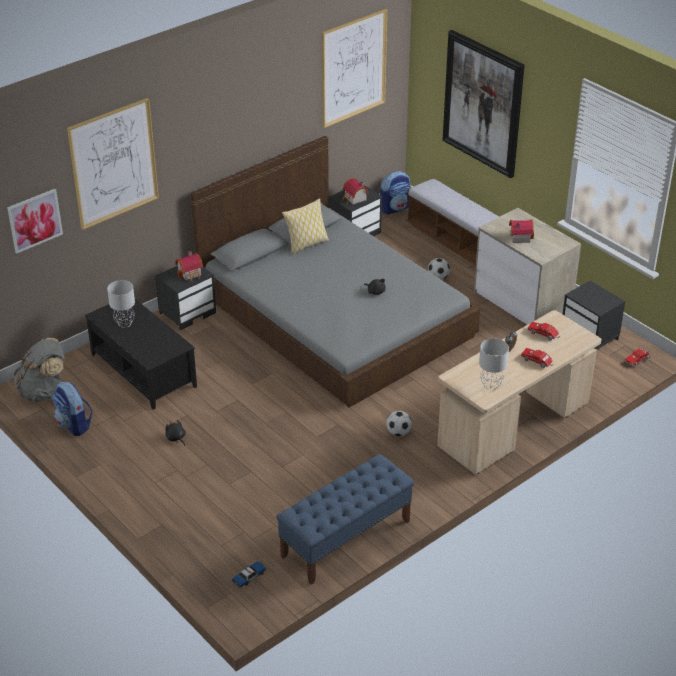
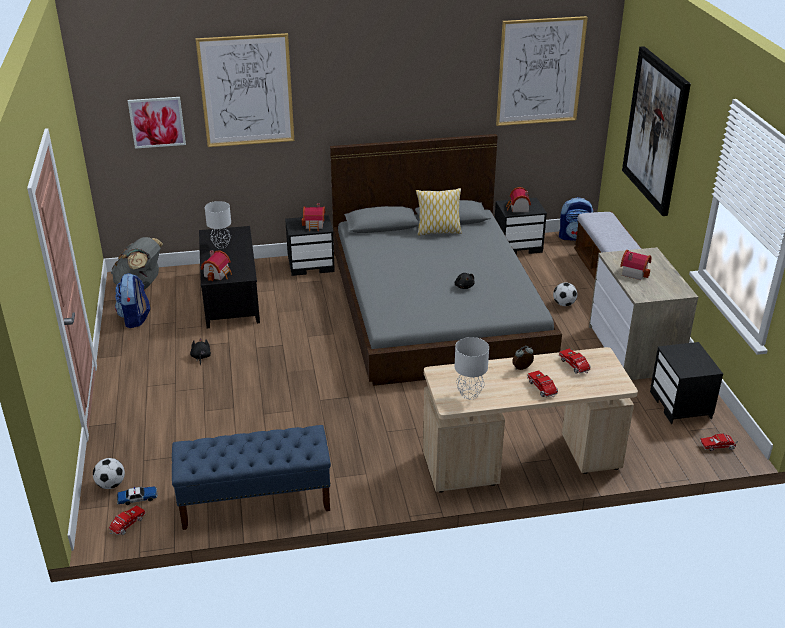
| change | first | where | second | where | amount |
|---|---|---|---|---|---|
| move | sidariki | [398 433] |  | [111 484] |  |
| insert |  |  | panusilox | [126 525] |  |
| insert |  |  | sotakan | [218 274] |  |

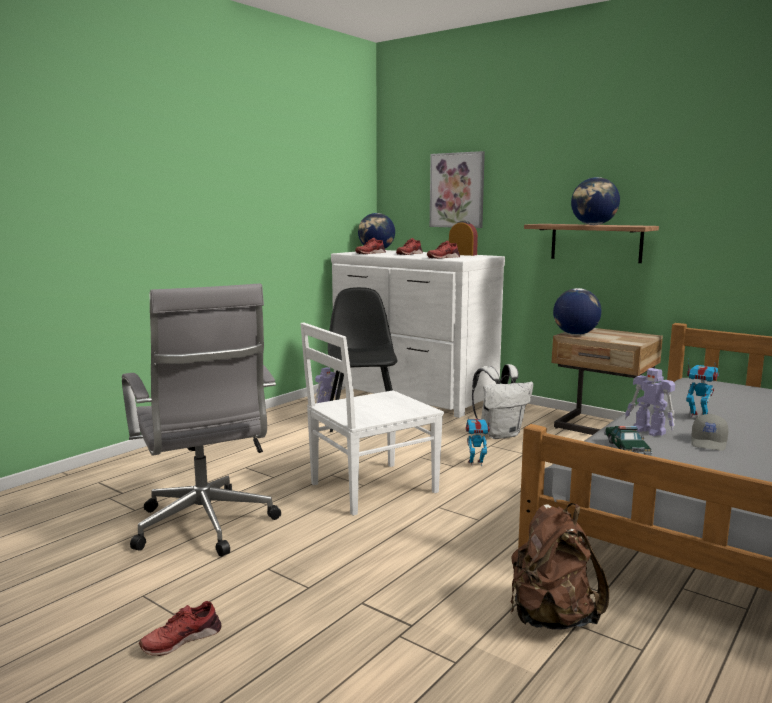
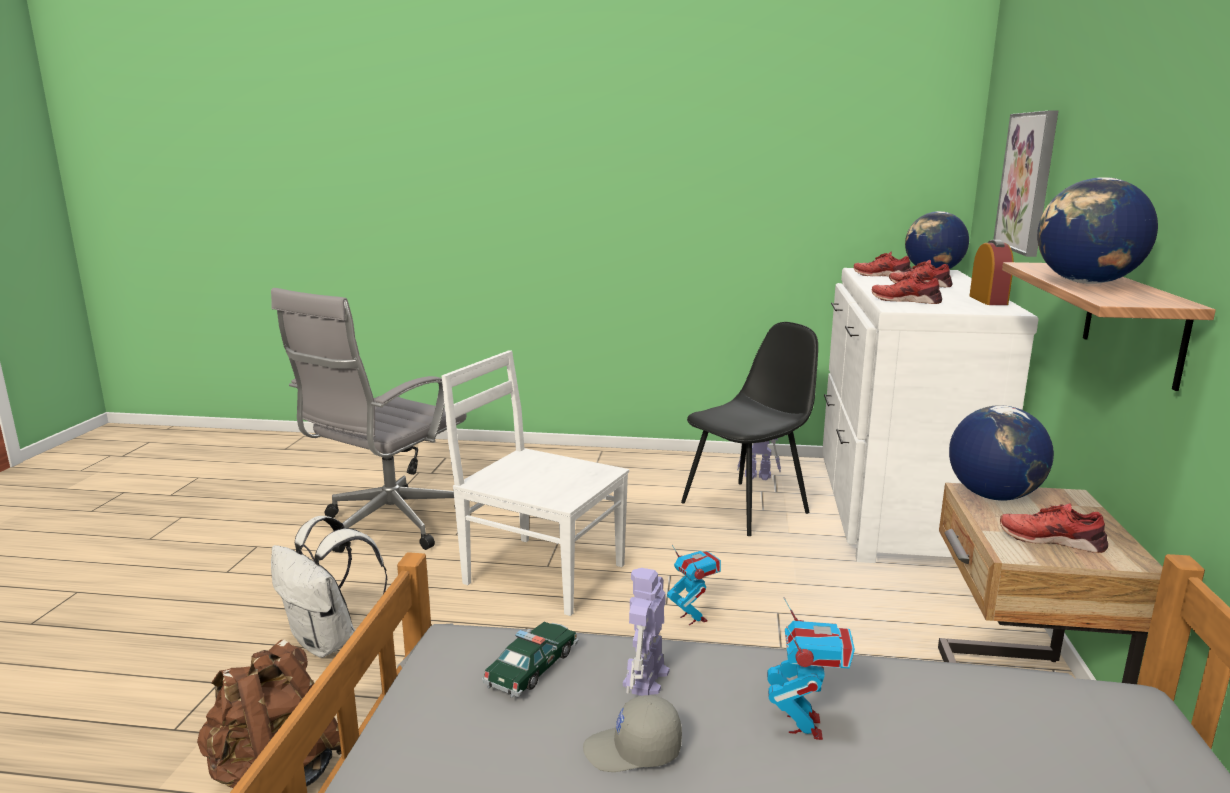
| change | first | where | second | where | amount |
|---|---|---|---|---|---|
| move | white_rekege | [500 434] |  | [330 642] |  |
| rotate | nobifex | [626 448] |  | [532 668] | 150 degrees clockwise |
| move | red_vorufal | [181 639] |  | [1051 539] |  |

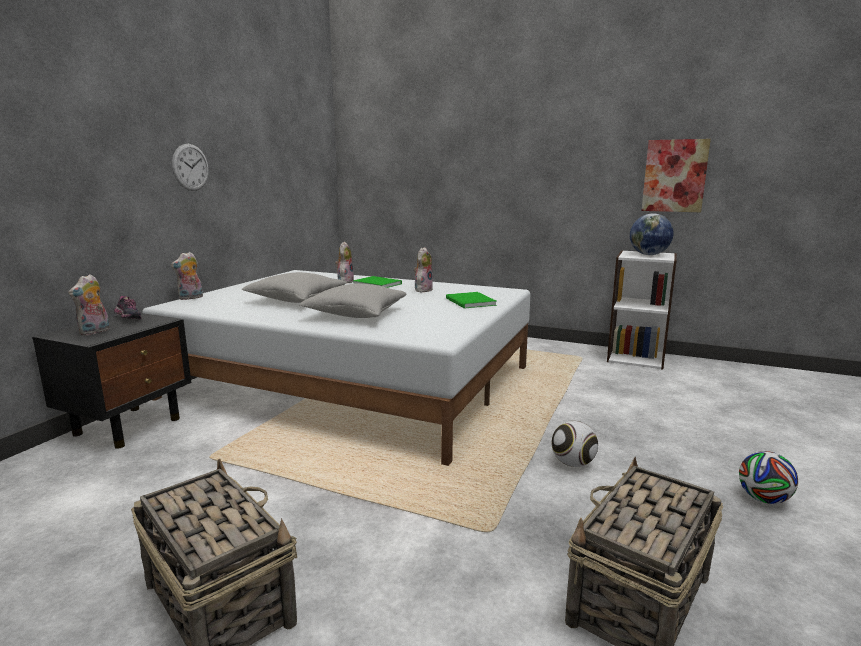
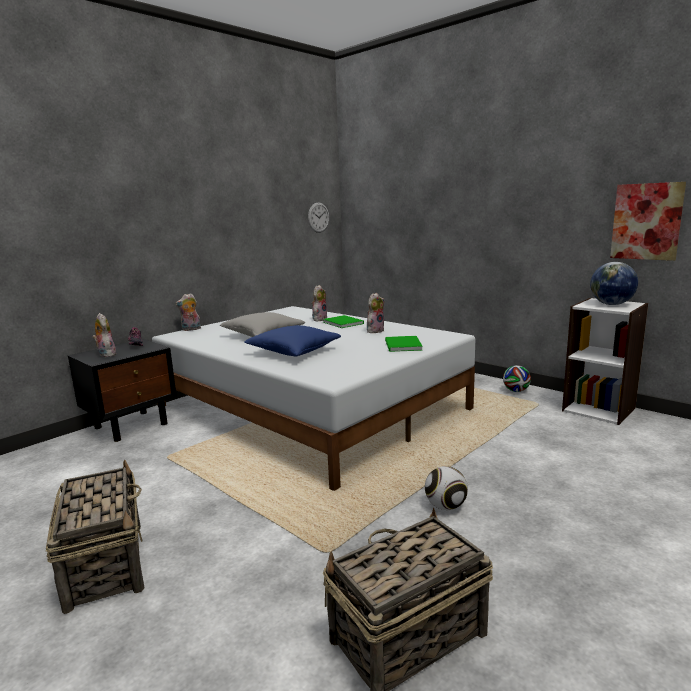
| change | first | where | second | where | amount |
|---|---|---|---|---|---|
| rotate | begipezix | [95 332] |  | [105 354] | 105 degrees clockwise |
| recolor | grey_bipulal | [356 314] | blue_bipulal | [294 352] |  |
| move | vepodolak | [190 167] |  | [318 217] |  |
| move | sidariki | [763 499] |  | [516 391] |  |

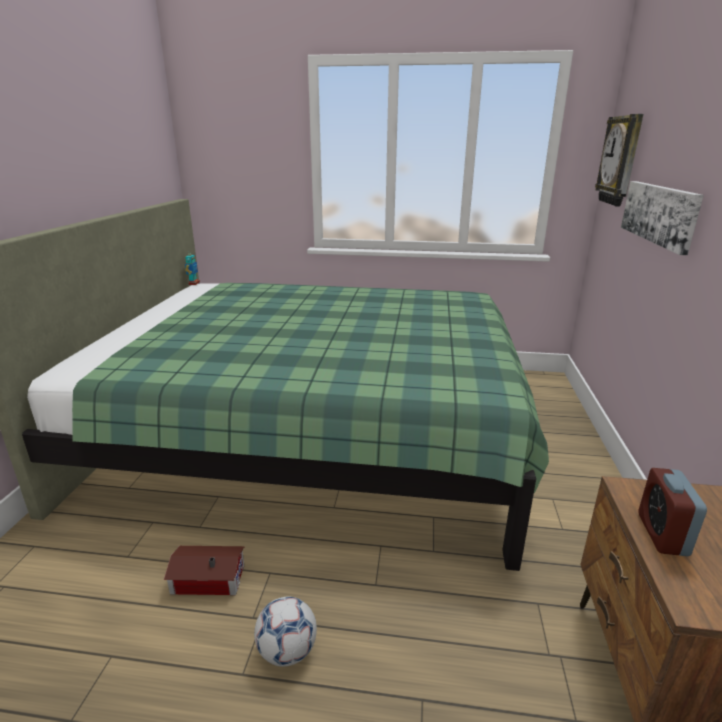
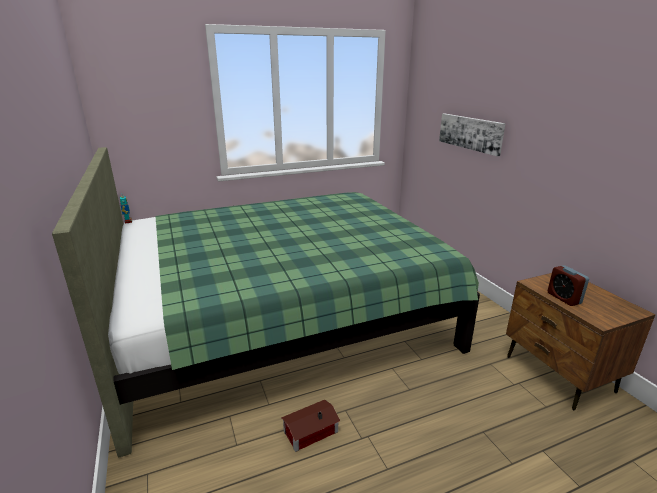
| change | first | where | second | where | amount |
|---|---|---|---|---|---|
| delete | sidariki | [287 651] |  |  |  |
| delete | vepodolak | [621 160] |  |  |  |

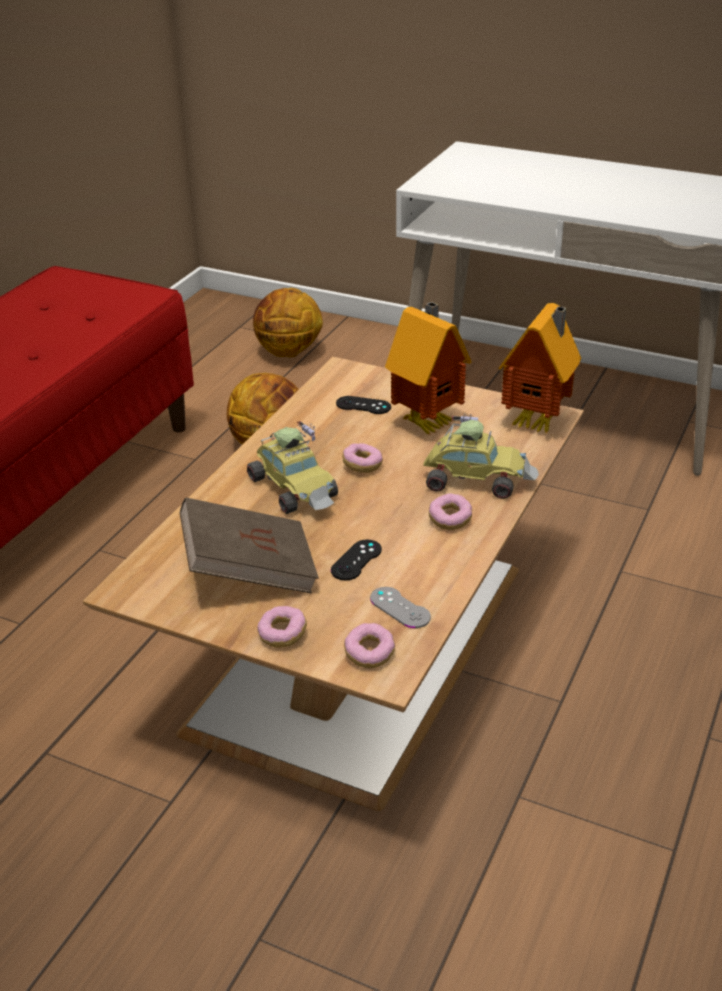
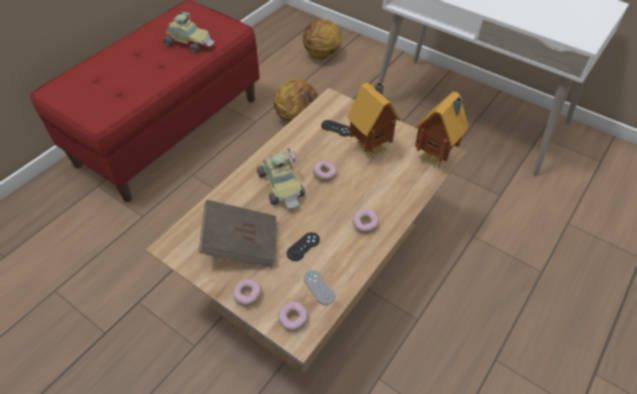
| change | first | where | second | where | amount |
|---|---|---|---|---|---|
| move | nobifex | [475 478] |  | [189 42] |  |

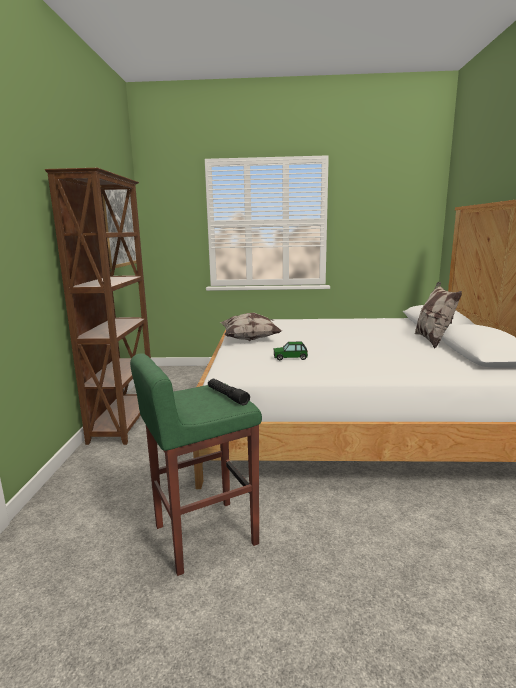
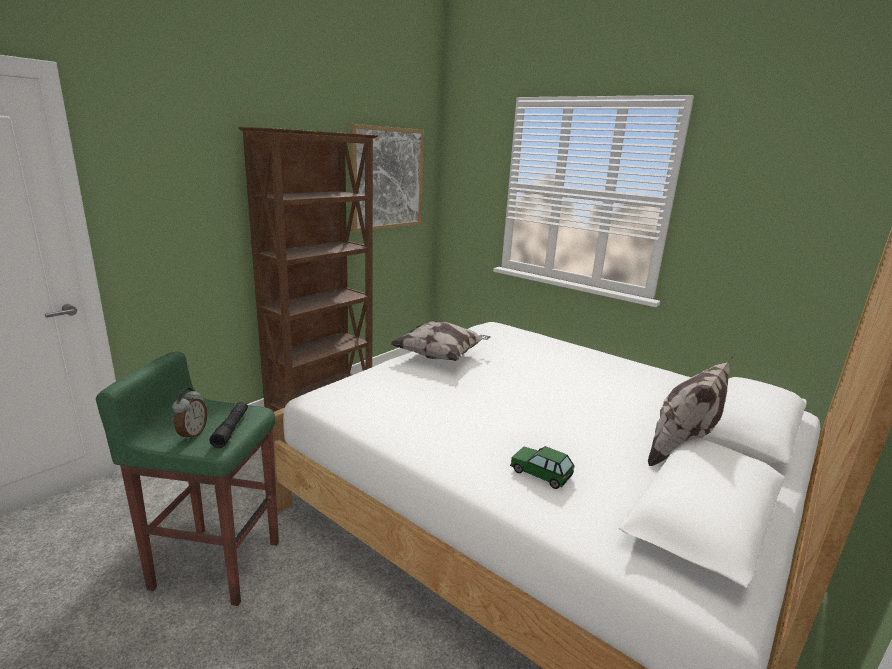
| change | first | where | second | where | amount |
|---|---|---|---|---|---|
| insert |  |  | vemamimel | [192 434] |  |
| move | nobifex | [290 357] |  | [541 473] |  |

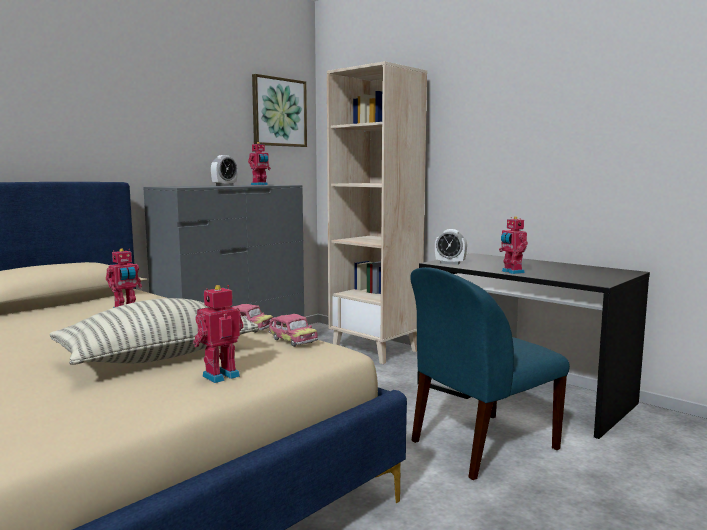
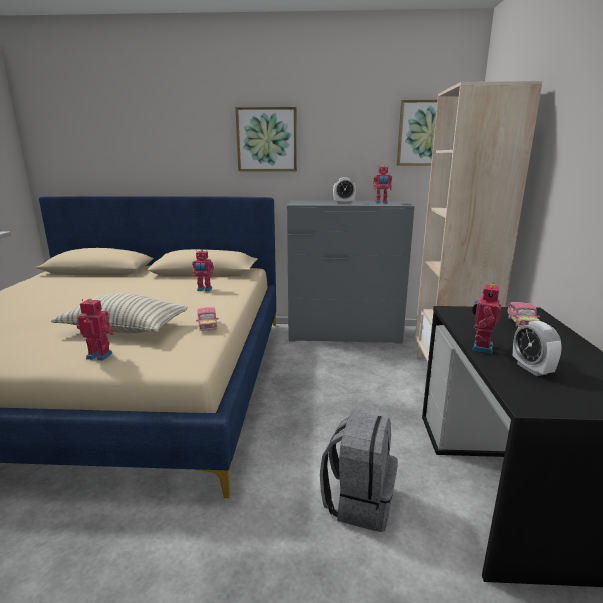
| change | first | where | second | where | amount |
|---|---|---|---|---|---|
| insert |  |  | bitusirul | [267 139] |  |
| replace | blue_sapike | [481 446] | grey_rekege | [359 501] |  |
| move | nobifex | [292 341] |  | [521 323] |  |
| move | vemamimel | [450 263] |  | [531 369] |  |

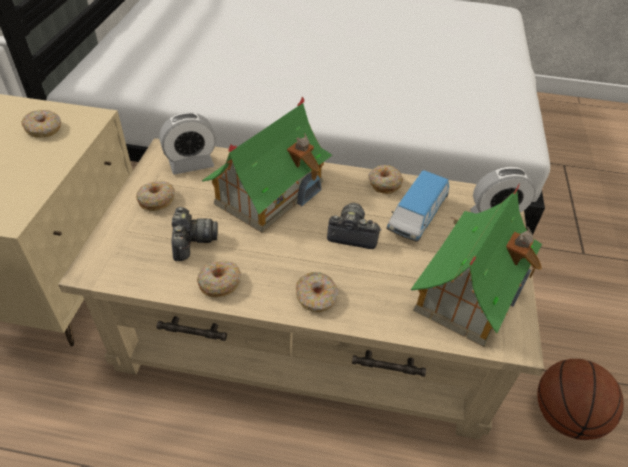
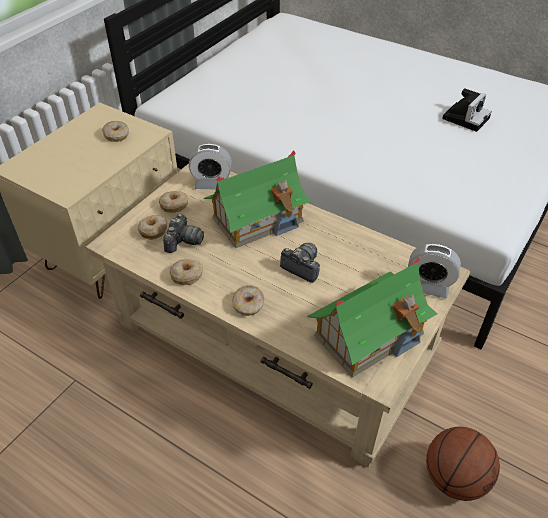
| change | first | where | second | where | amount |
|---|---|---|---|---|---|
| move | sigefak | [384 183] |  | [153 230] |  |
| insert |  |  | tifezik | [466 117] |  |
| delete | nobifex | [416 217] |  |  |  |

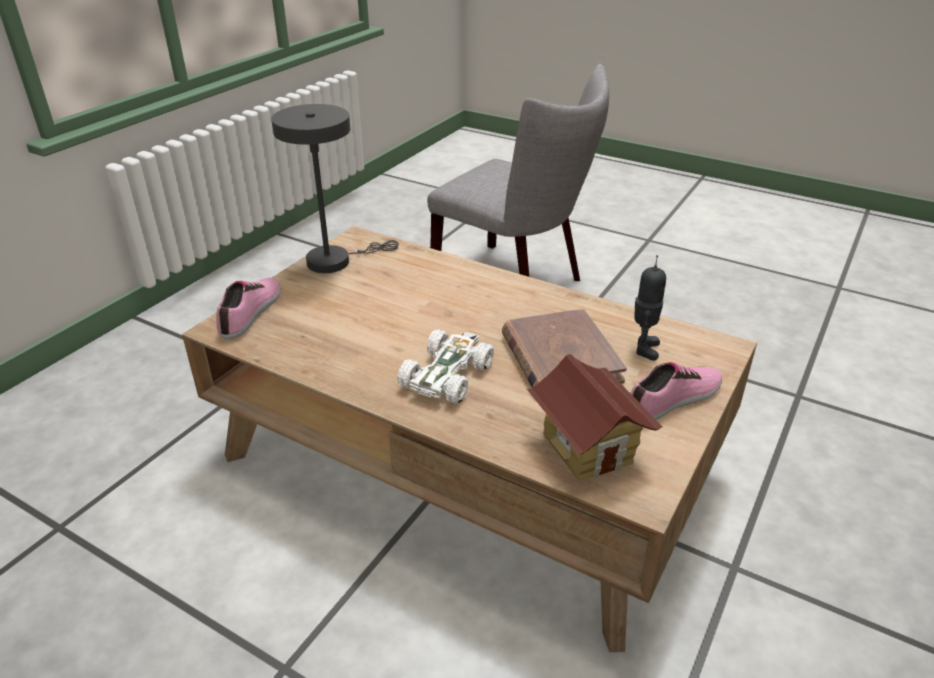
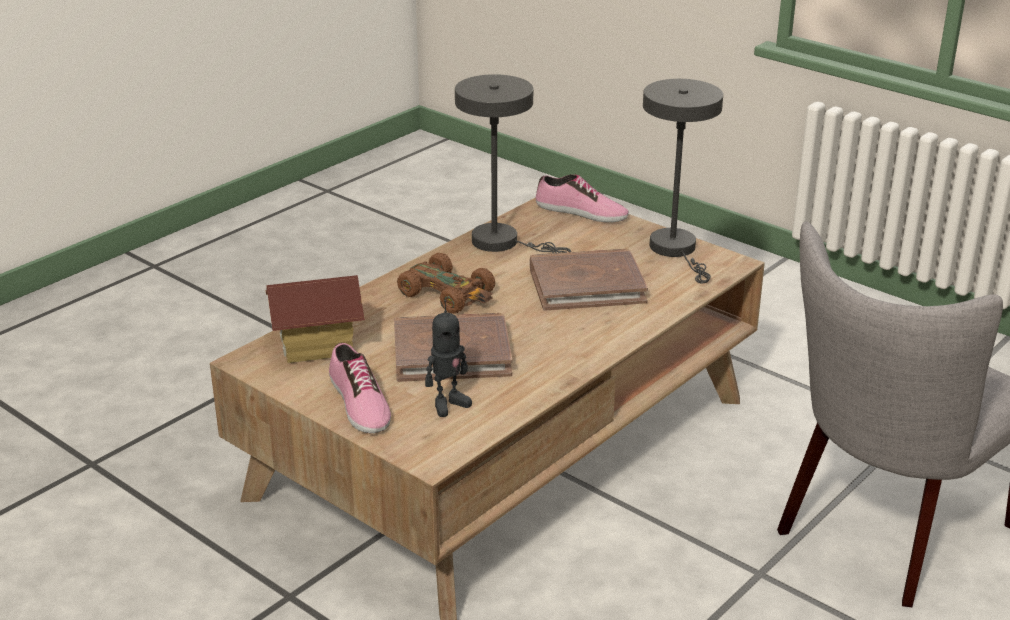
| change | first | where | second | where | amount |
|---|---|---|---|---|---|
| recolor | white_nobifex | [447 375] | brown_nobifex | [448 294] |  |
| rotate | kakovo | [643 349] |  | [448 404] | 60 degrees counterclockwise |
| insert |  |  | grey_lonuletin | [503 242] |  |
| insert |  |  | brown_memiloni | [586 285] |  |

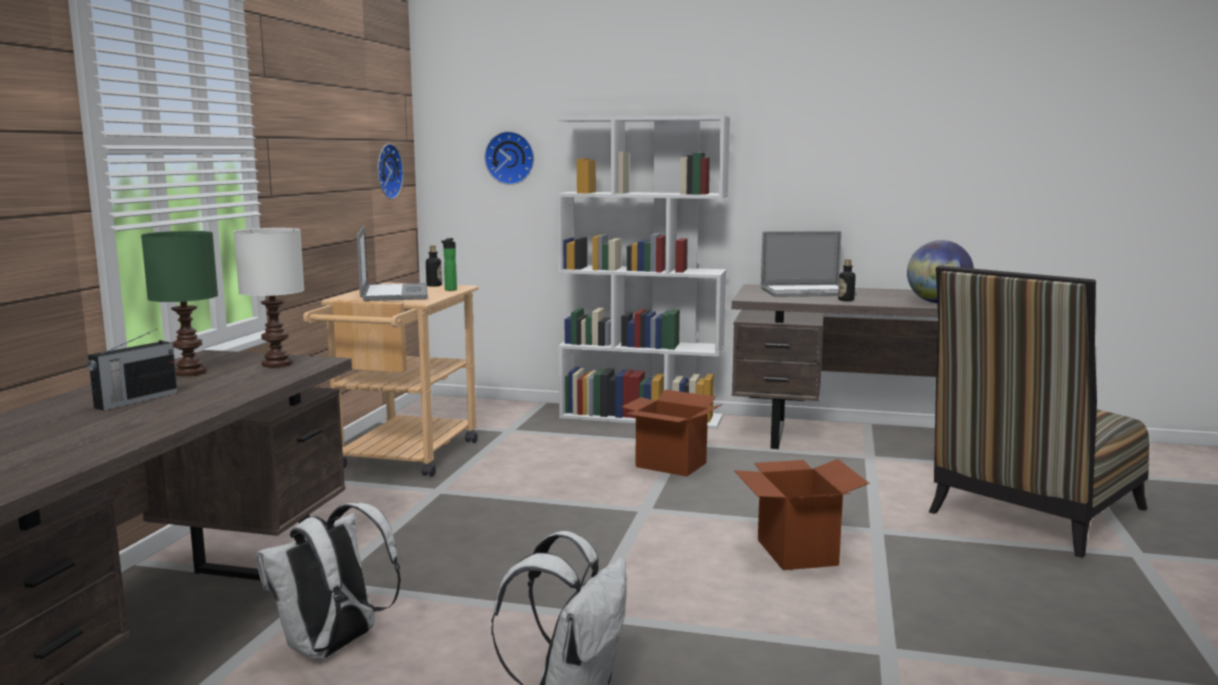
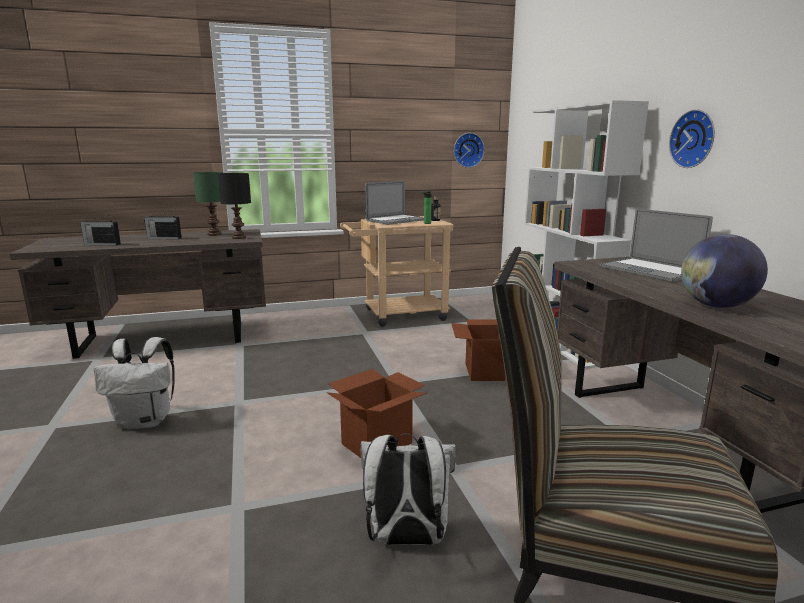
| change | first | where | second | where | amount |
|---|---|---|---|---|---|
| insert |  |  | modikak | [102 244] |  |
| recolor | white_lonuletin | [275 364] | black_lonuletin | [238 237] |  |
| move | white_rekege | [333 648] |  | [406 539] |  |
| move | vepodolak | [510 158] |  | [694 139] |  |
| delete | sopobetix | [846 300] |  |  |  |

